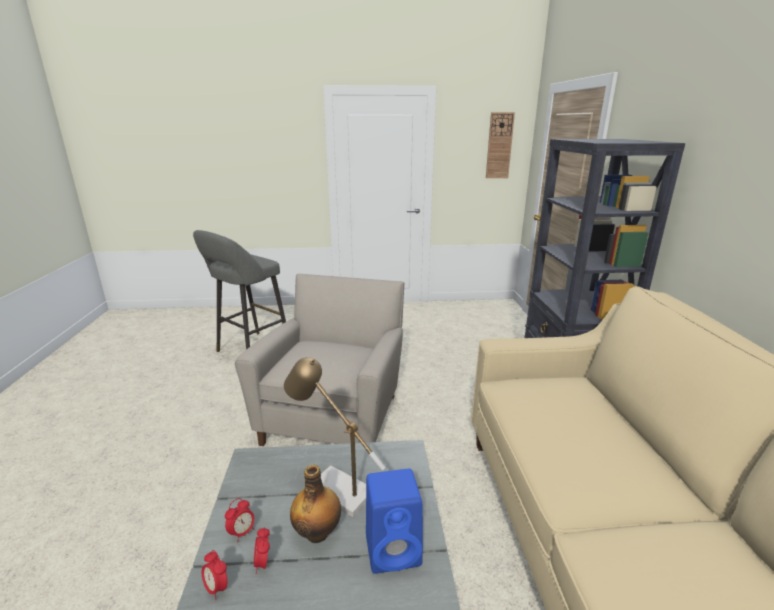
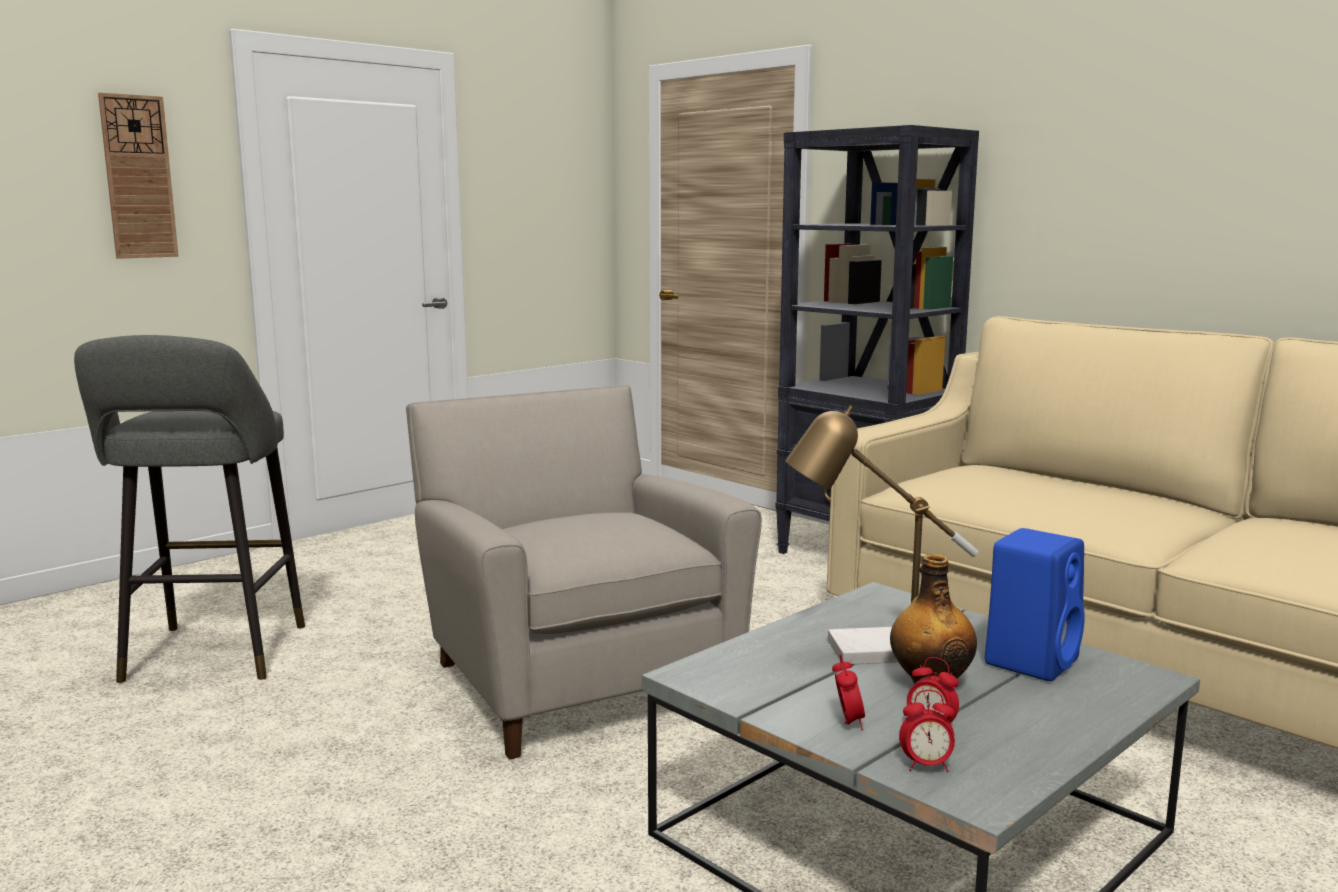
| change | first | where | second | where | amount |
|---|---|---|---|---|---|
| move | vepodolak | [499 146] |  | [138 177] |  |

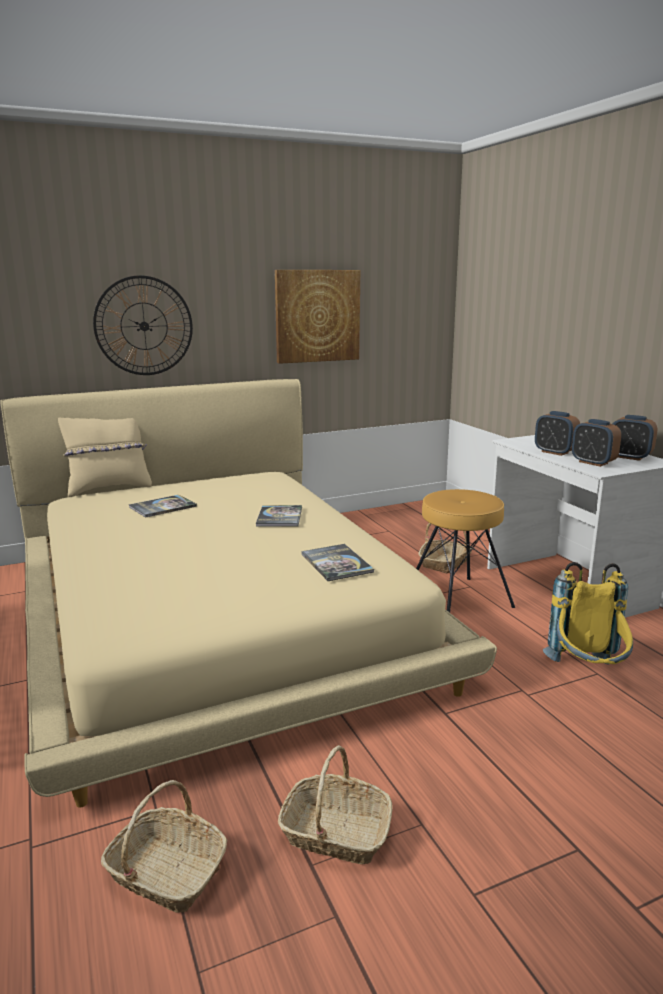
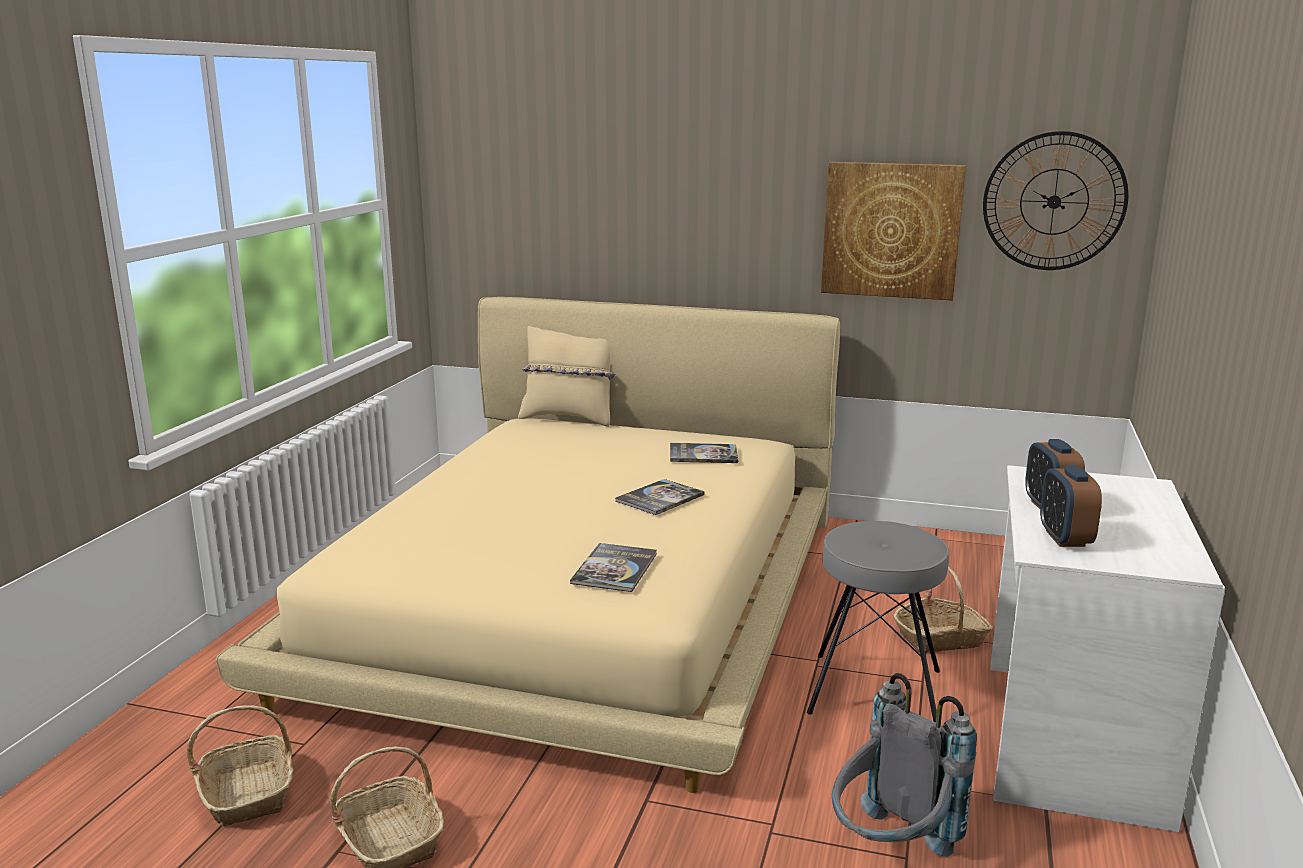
| change | first | where | second | where | amount |
|---|---|---|---|---|---|
| move | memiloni | [162 507] |  | [703 454] |  |
| recolor | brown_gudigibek | [457 600] | grey_gudigibek | [875 690] |  |
| recolor | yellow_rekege | [587 674] | grey_rekege | [890 852] |  |
| move | vepodolak | [144 326] |  | [1054 201] |  |
| delete | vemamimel | [629 457] |  |  |  |

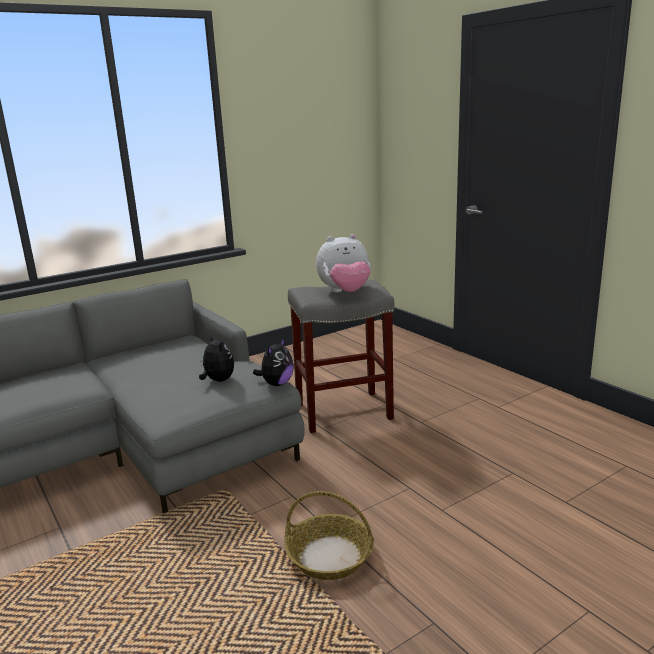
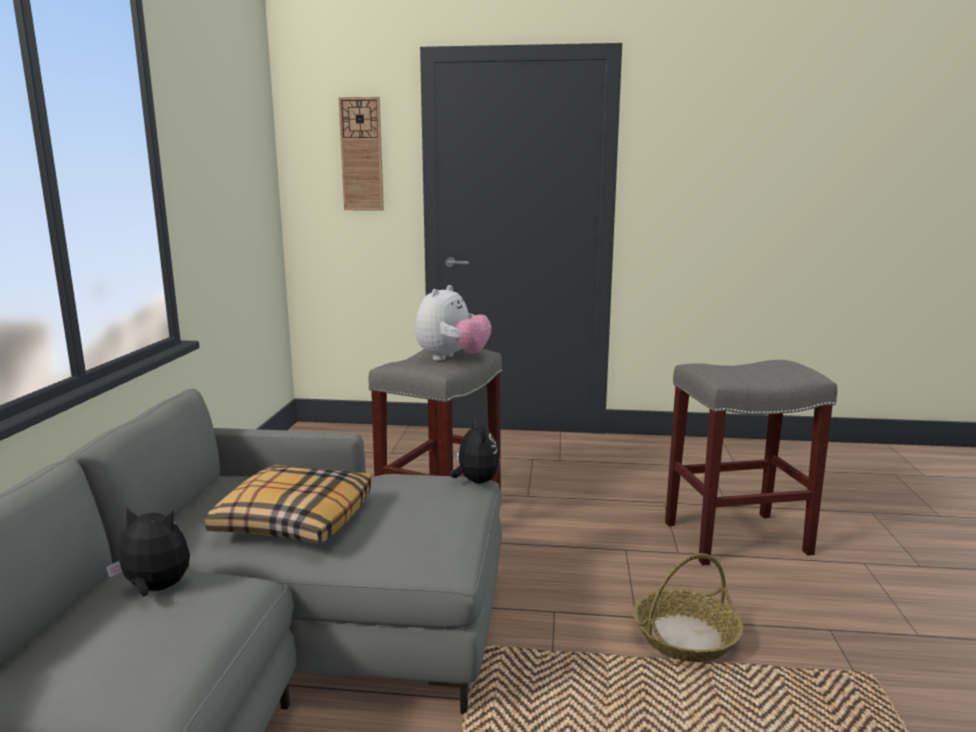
| change | first | where | second | where | amount |
|---|---|---|---|---|---|
| move | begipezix | [218 380] |  | [155 589] |  |
| insert |  |  | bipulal | [294 519] |  |
| insert |  |  | vepodolak | [361 154] |  |
| insert |  |  | grey_gudigibek | [737 537] |  |

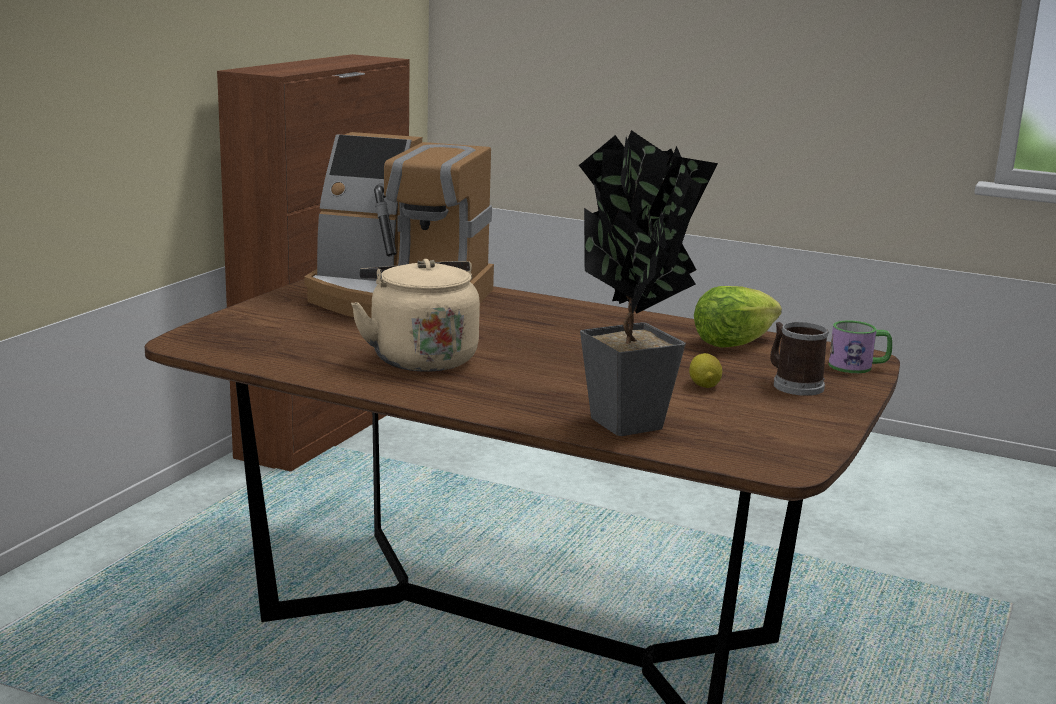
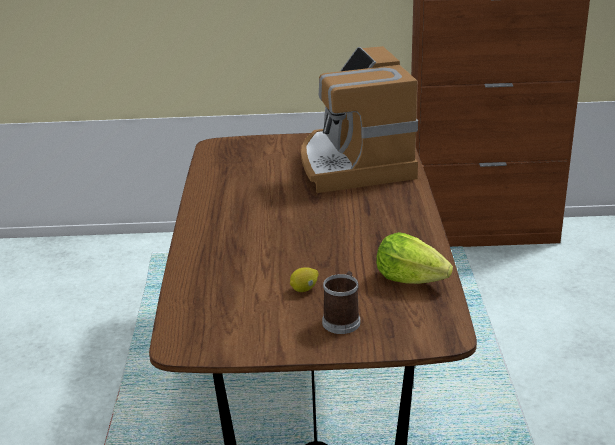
| change | first | where | second | where | amount |
|---|---|---|---|---|---|
| delete | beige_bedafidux | [420 358] |  |  |  |
| delete | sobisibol | [627 428] |  |  |  |
| delete | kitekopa | [858 367] |  |  |  |

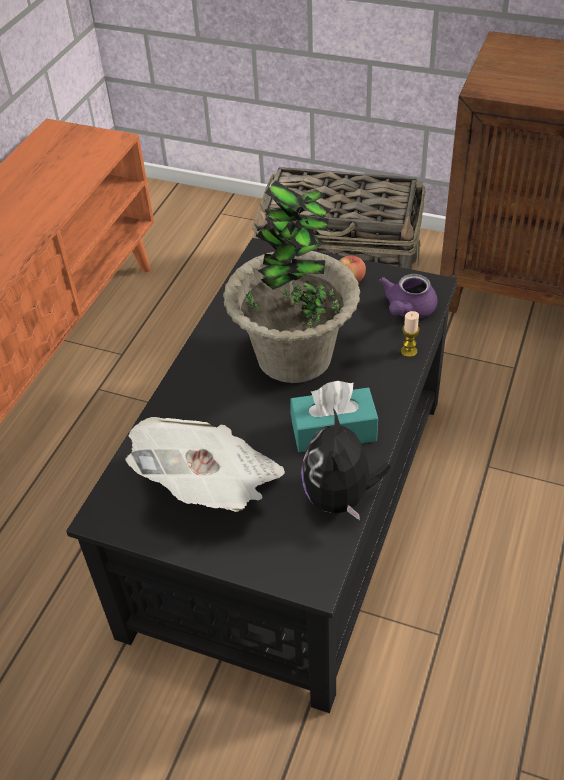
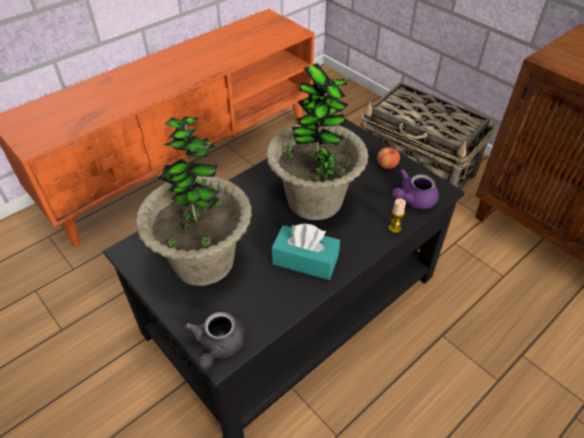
| change | first | where | second | where | amount |
|---|---|---|---|---|---|
| replace | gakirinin | [211 485] | sobisibol | [203 261] |  |
| insert |  |  | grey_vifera | [218 346] |  |
| delete | begipezix | [340 497] |  |  |  |

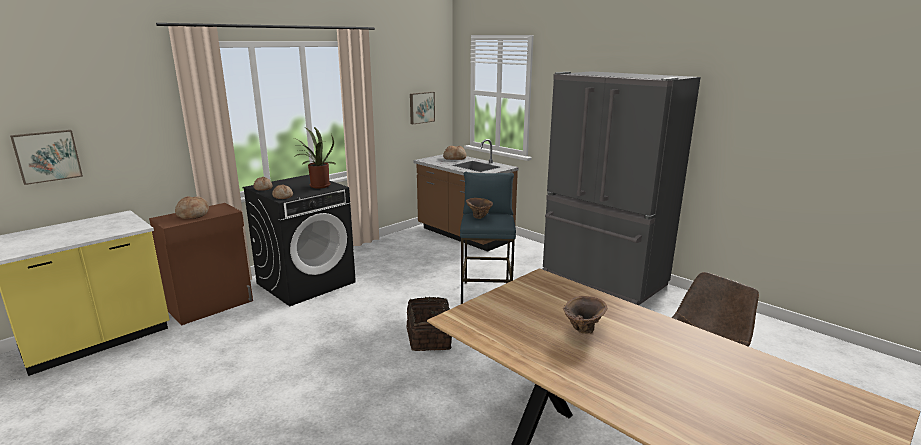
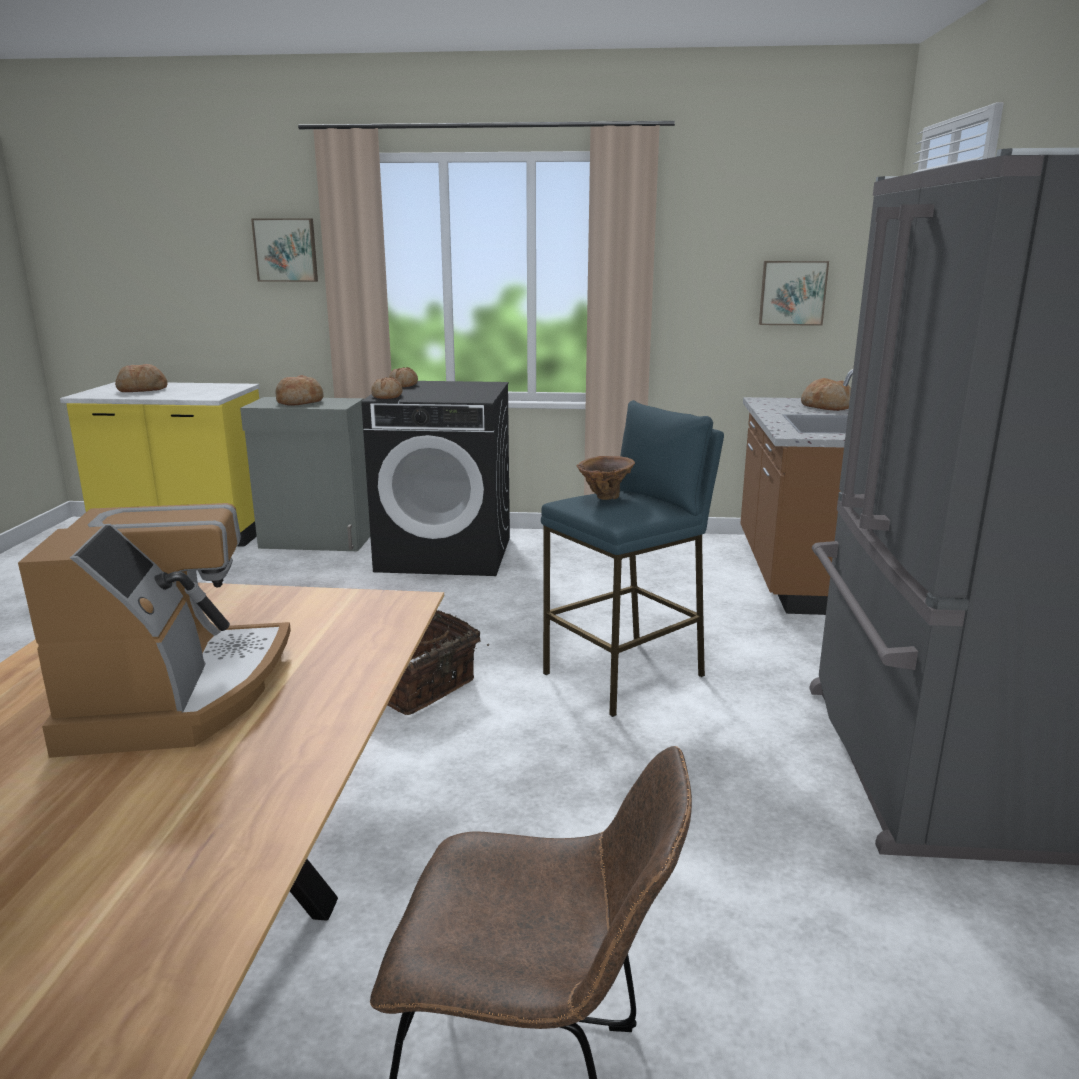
| change | first | where | second | where | amount |
|---|---|---|---|---|---|
| replace | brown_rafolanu | [582 331] | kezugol | [177 694] |  |
| insert |  |  | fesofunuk | [142 390] |  |
| recolor | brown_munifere | [212 306] | grey_munifere | [316 541] |  |
| move | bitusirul | [47 156] |  | [286 250] |  |
| delete | sobisibol | [317 186] |  |  |  |

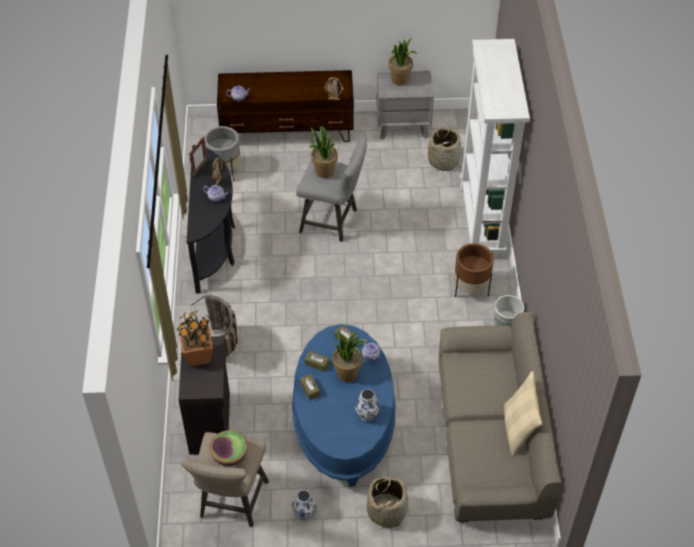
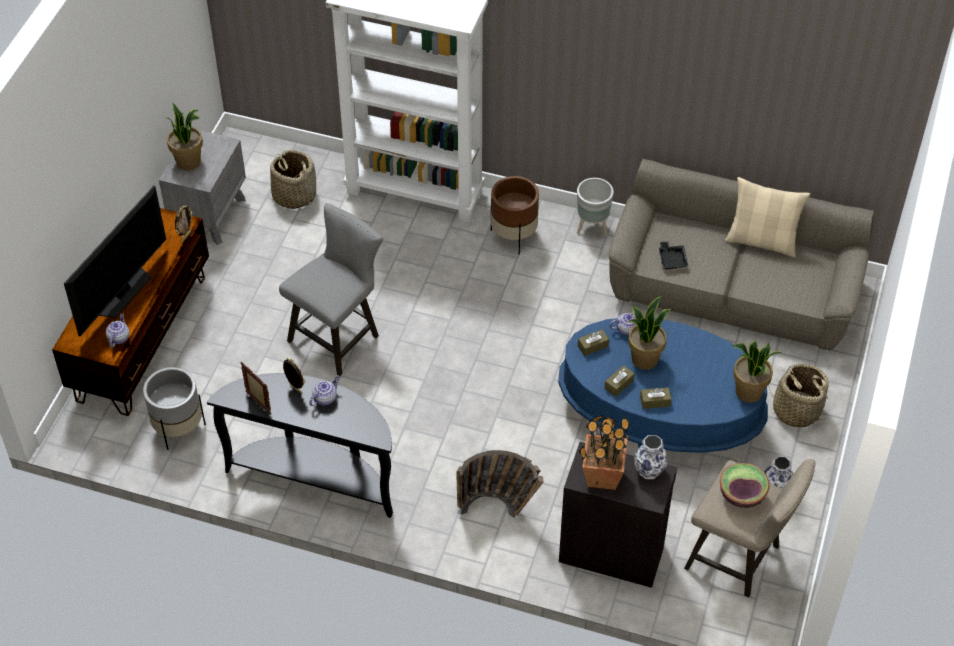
| change | first | where | second | where | amount |
|---|---|---|---|---|---|
| insert |  |  | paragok | [123 292] |  |
| move | rafolanu | [367 415] |  | [649 470] |  |
| insert |  |  | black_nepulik | [672 259] |  |
| move | sobisibol | [324 171] |  | [748 392] |  |

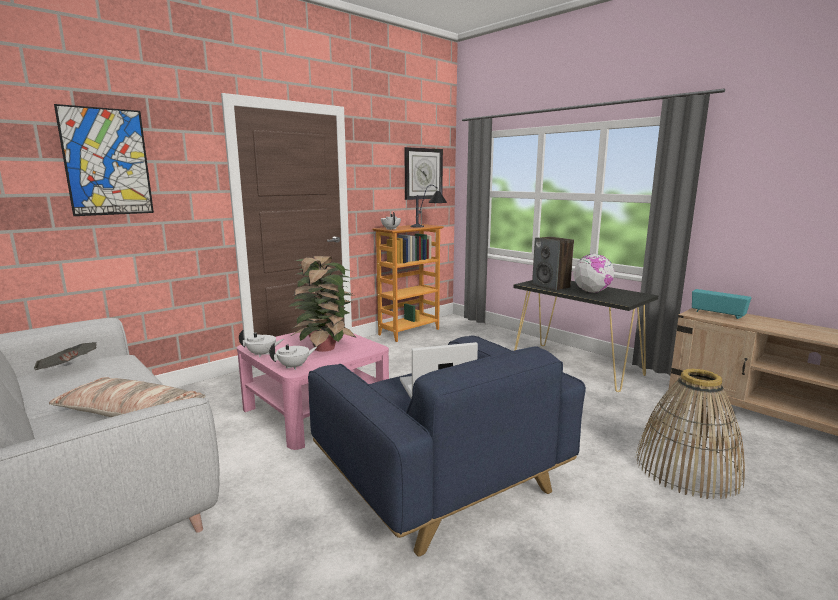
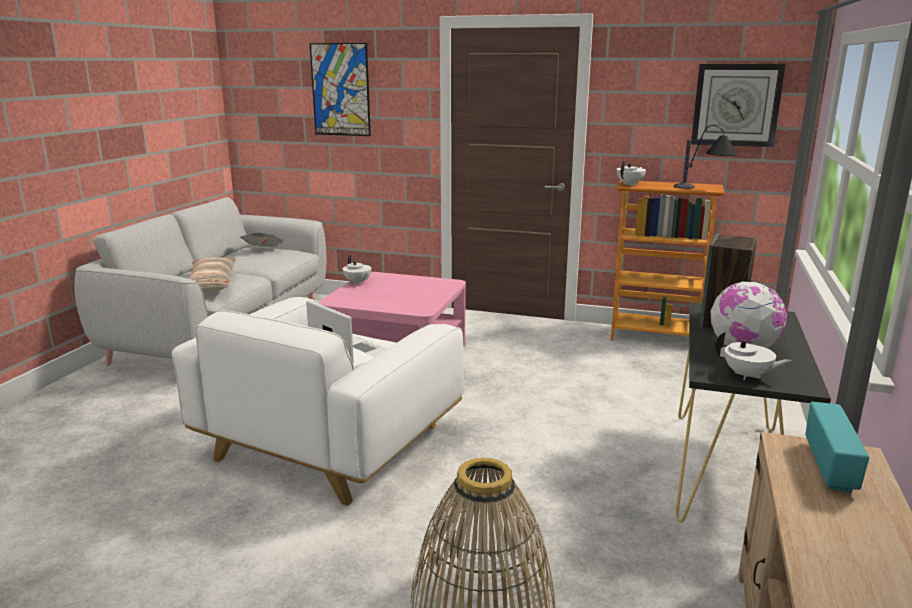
| change | first | where | second | where | amount |
|---|---|---|---|---|---|
| recolor | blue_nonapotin | [440 477] | white_nonapotin | [330 442] |  |
| move | white_vifera | [294 367] |  | [747 376] |  |
| delete | sobisibol | [325 347] |  |  |  |

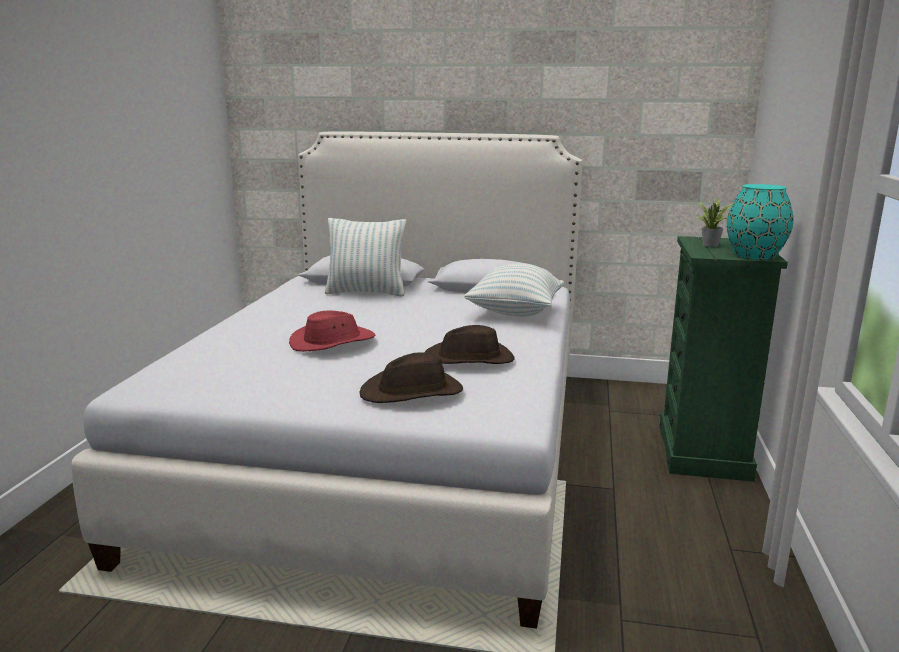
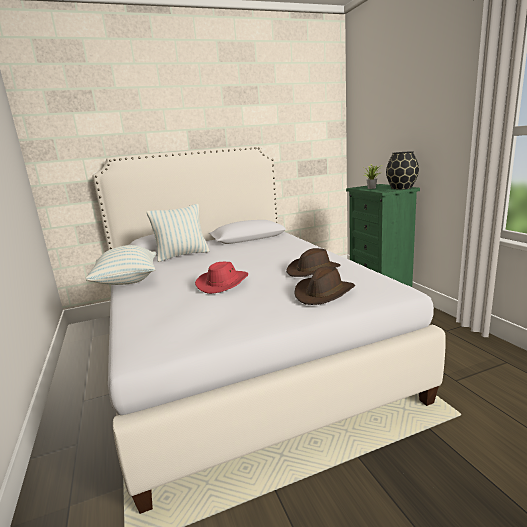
| change | first | where | second | where | amount |
|---|---|---|---|---|---|
| move | bipulal | [515 313] |  | [127 281] |  |
| recolor | turquoise_rafolanu | [754 255] | black_rafolanu | [401 188] |  |

